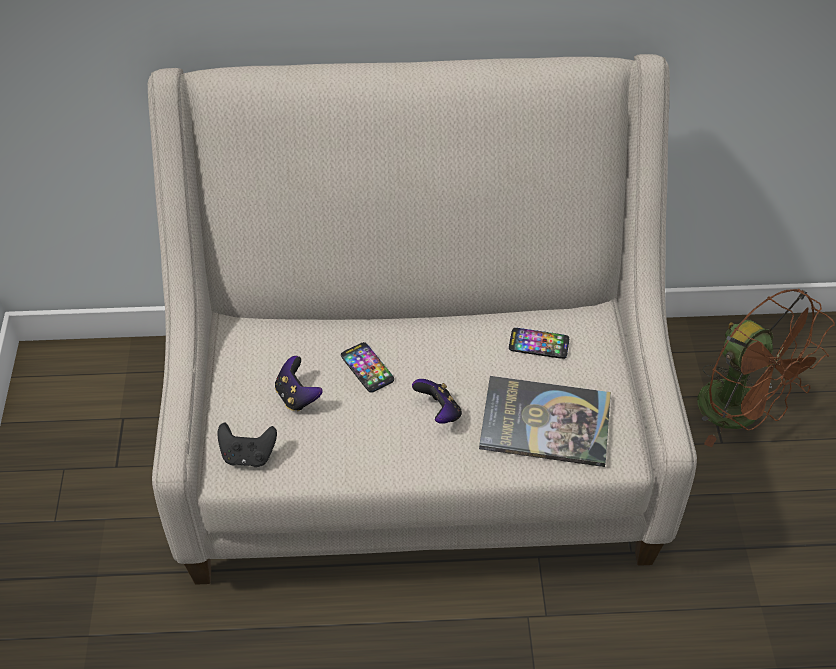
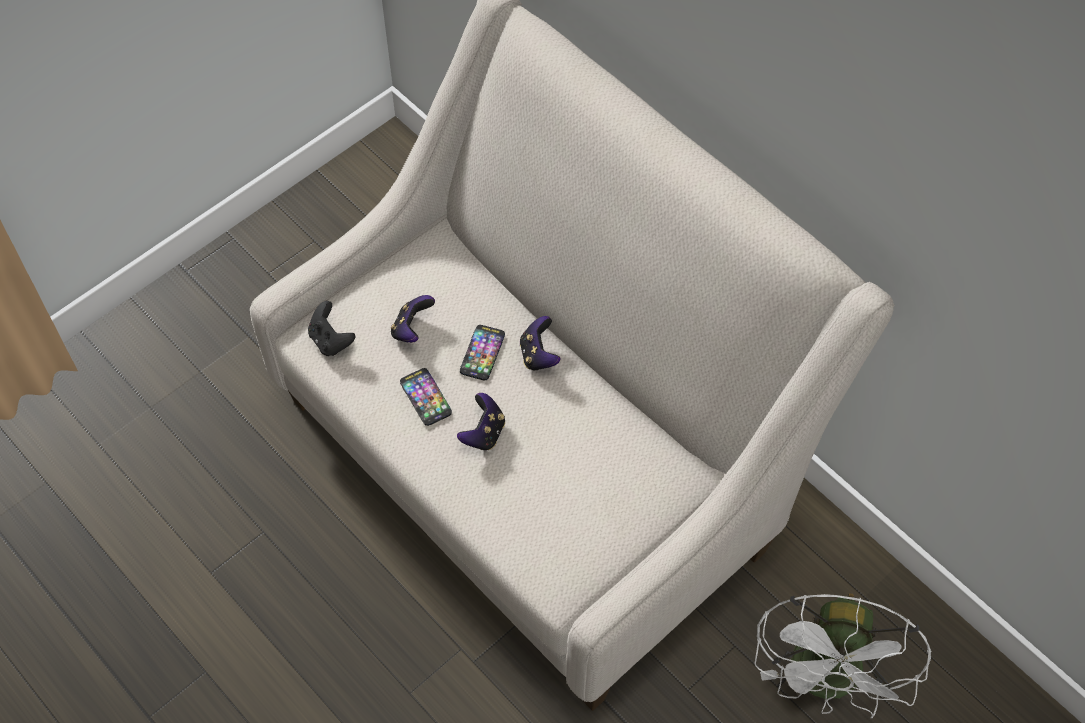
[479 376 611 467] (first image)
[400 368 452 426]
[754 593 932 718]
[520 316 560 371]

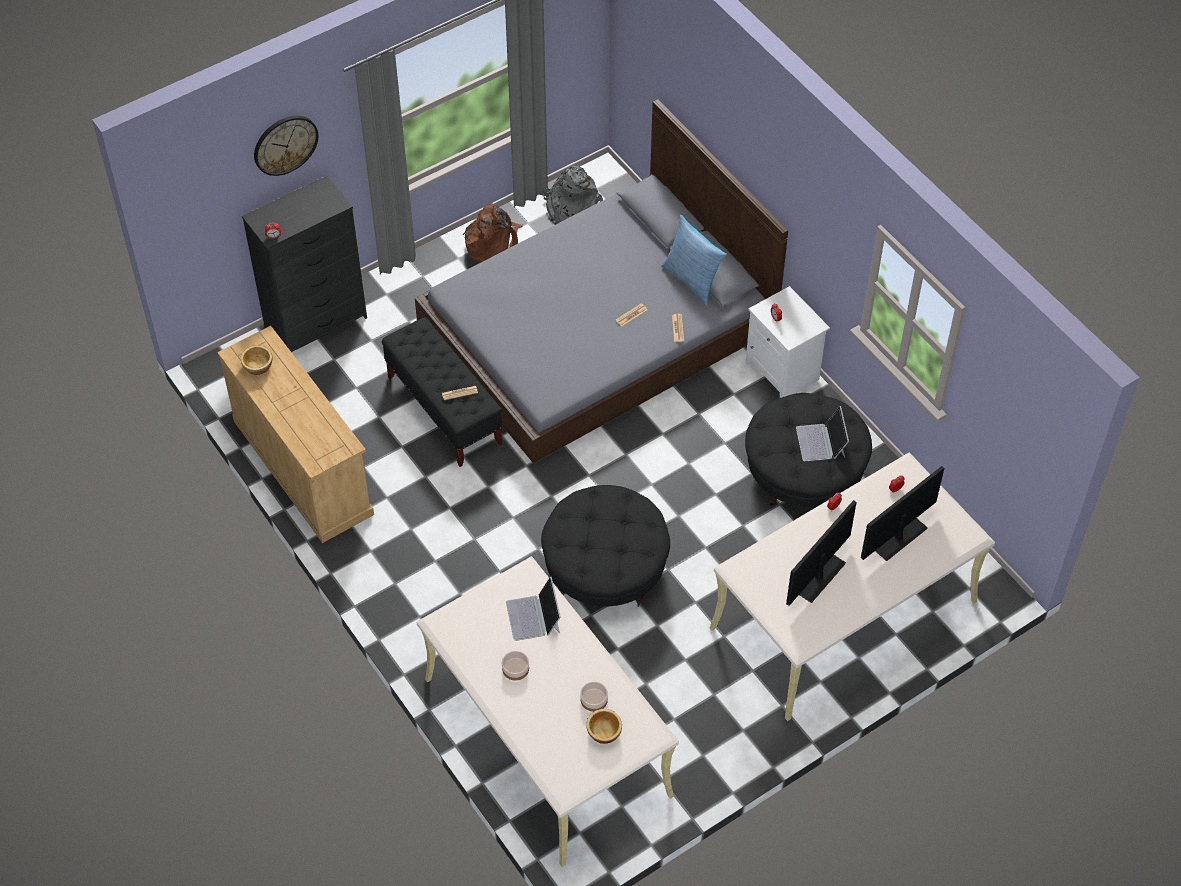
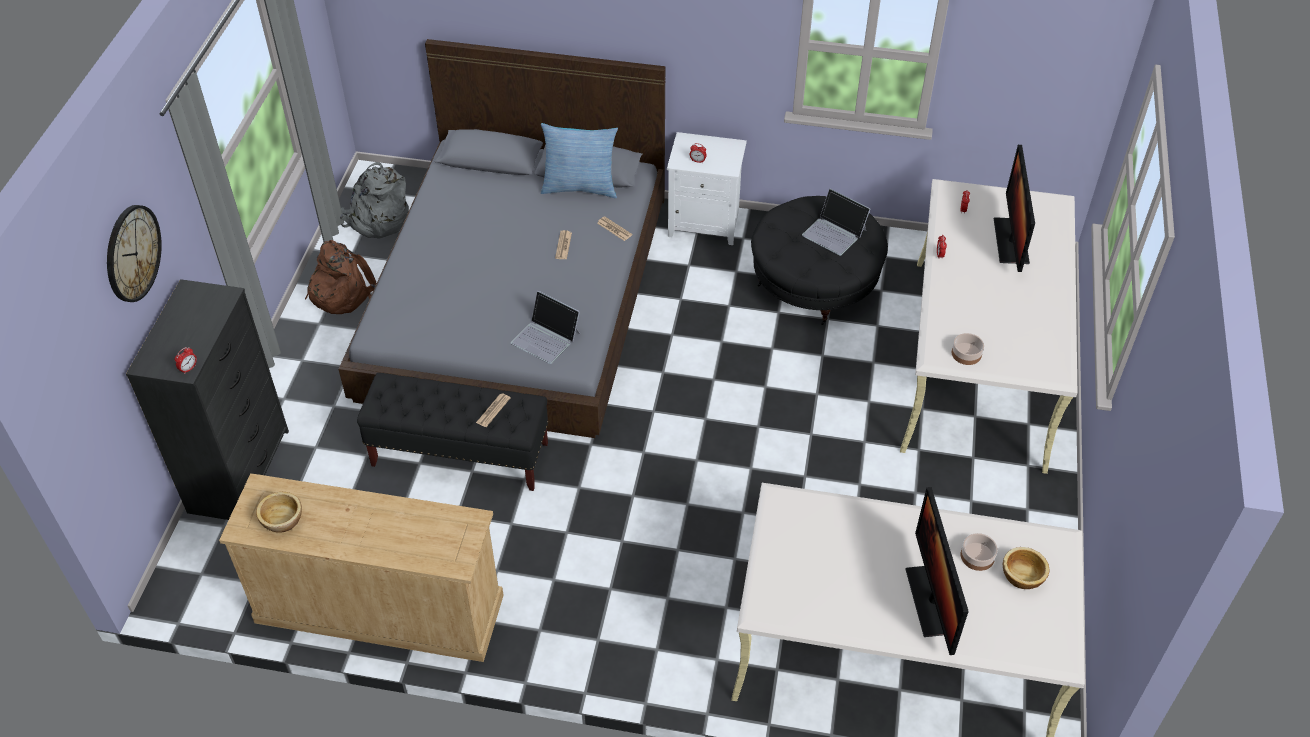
[952 333 984 365]
[511 291 580 364]
[541 485 670 607] (first image)
[905 487 969 655]

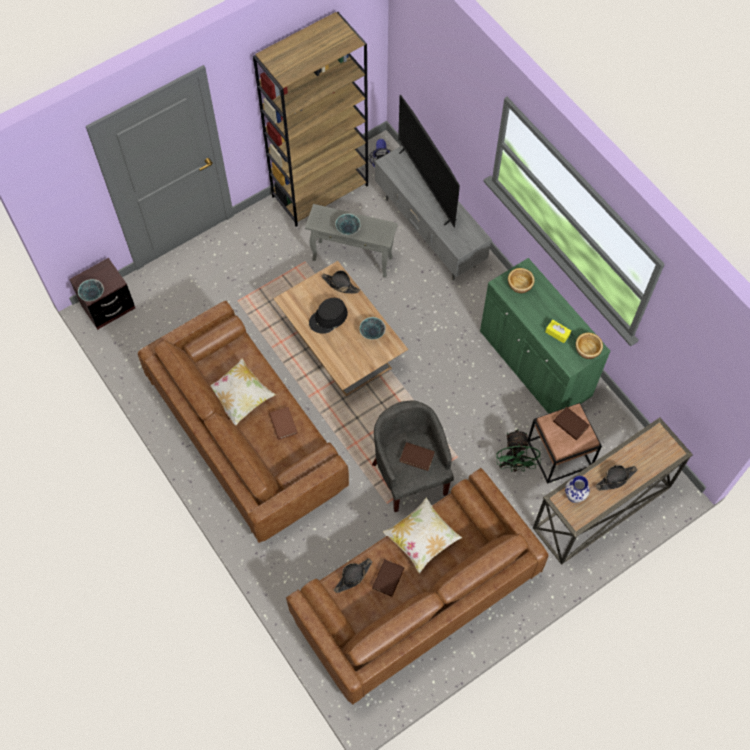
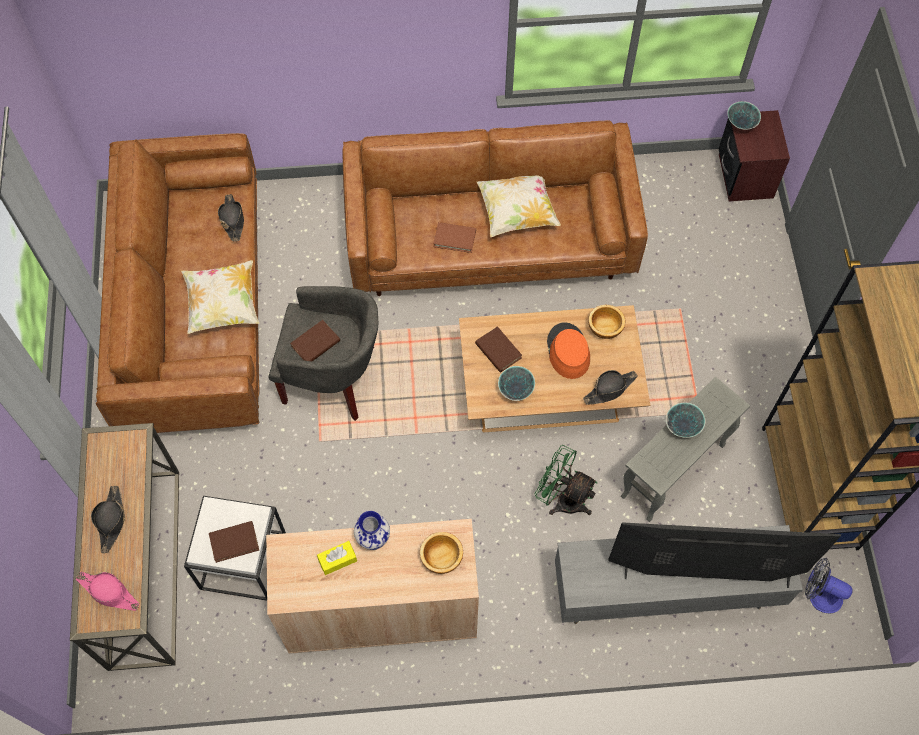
[547 322 590 379]
[475 326 522 373]
[266 519 479 654]
[535 445 597 515]
[184 496 286 601]
[354 511 390 550]
[588 305 625 339]
[76 571 140 611]

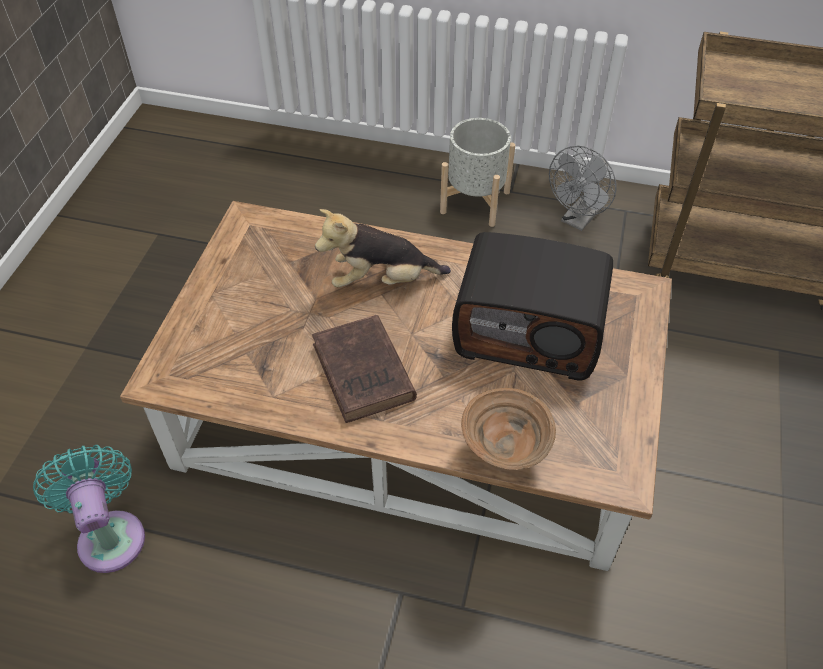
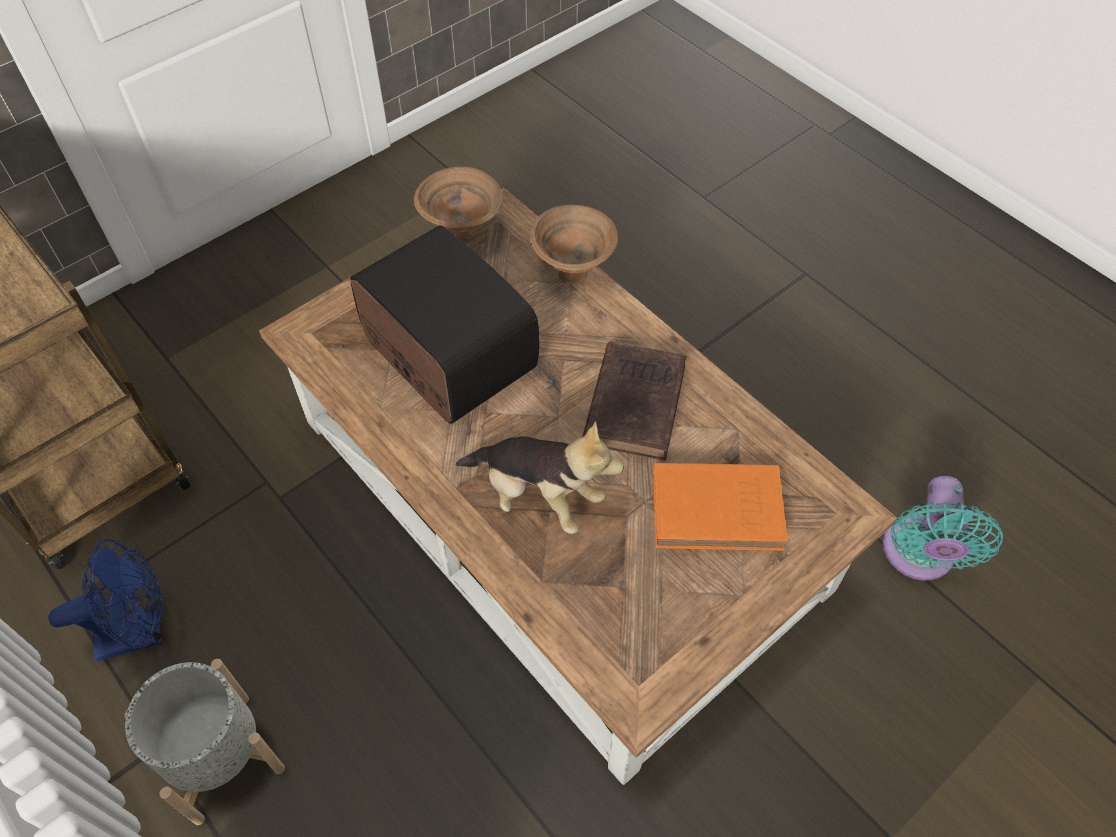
[48 538 163 661]
[414 167 503 243]
[653 463 787 551]

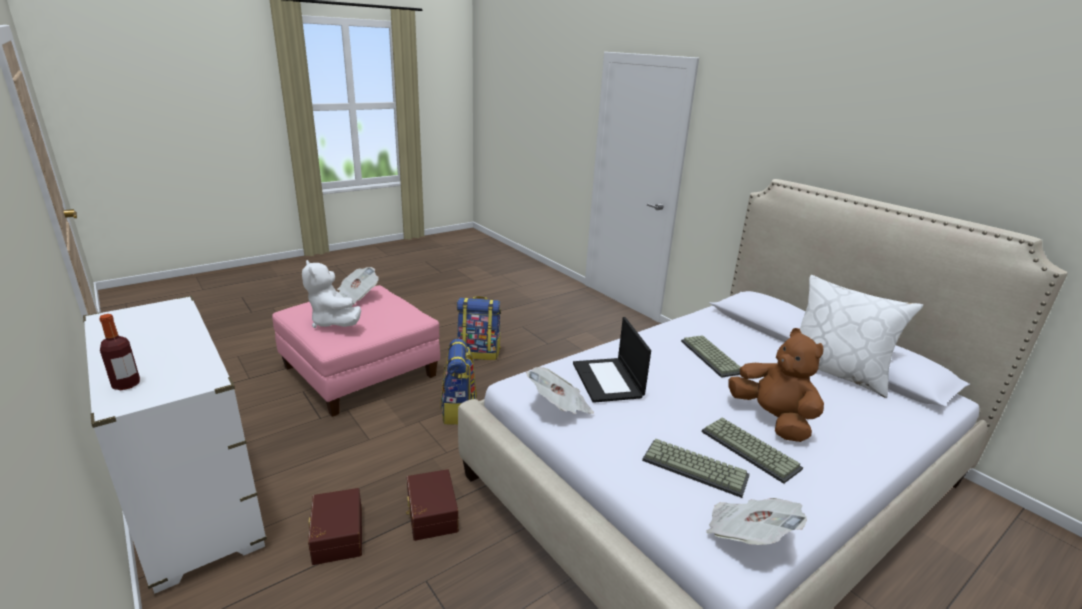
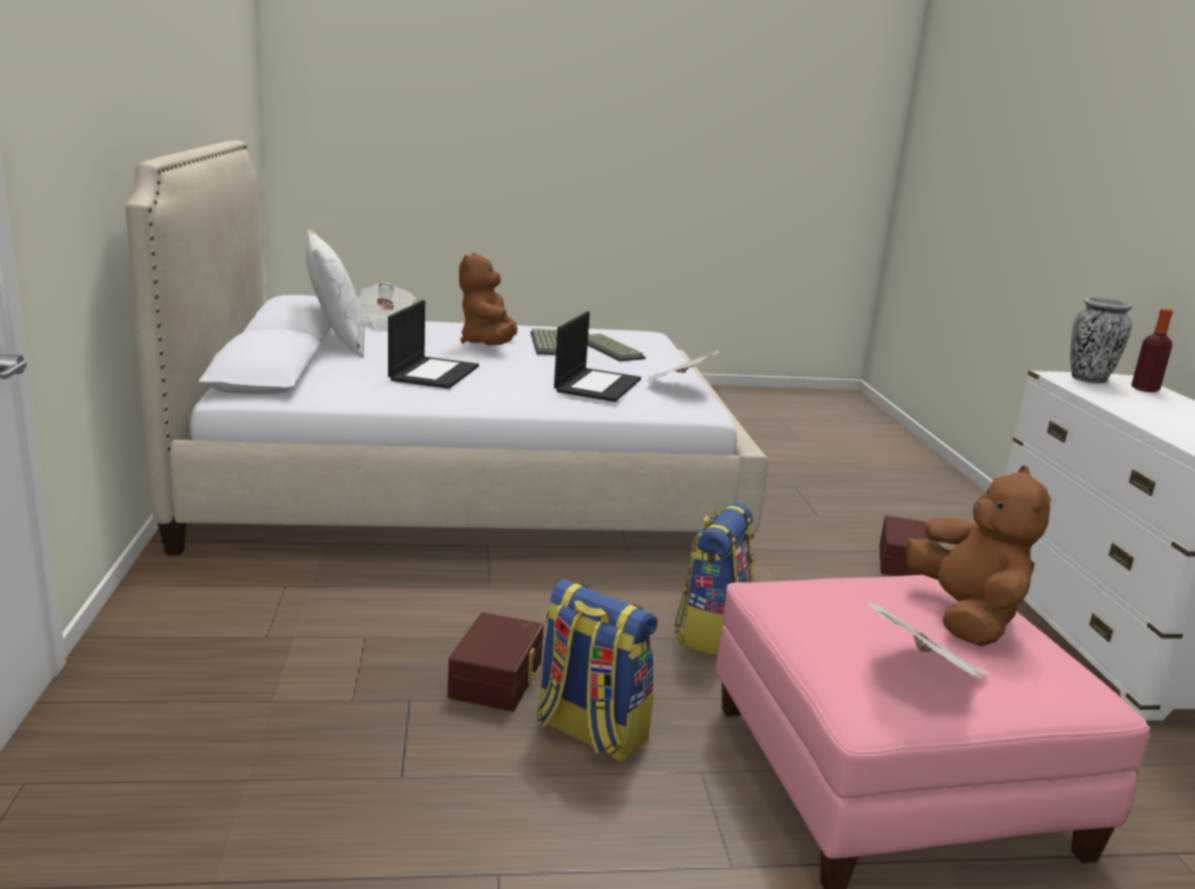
[905 465 1050 647]
[448 612 544 711]
[388 300 479 389]
[358 282 417 332]
[1070 297 1132 383]

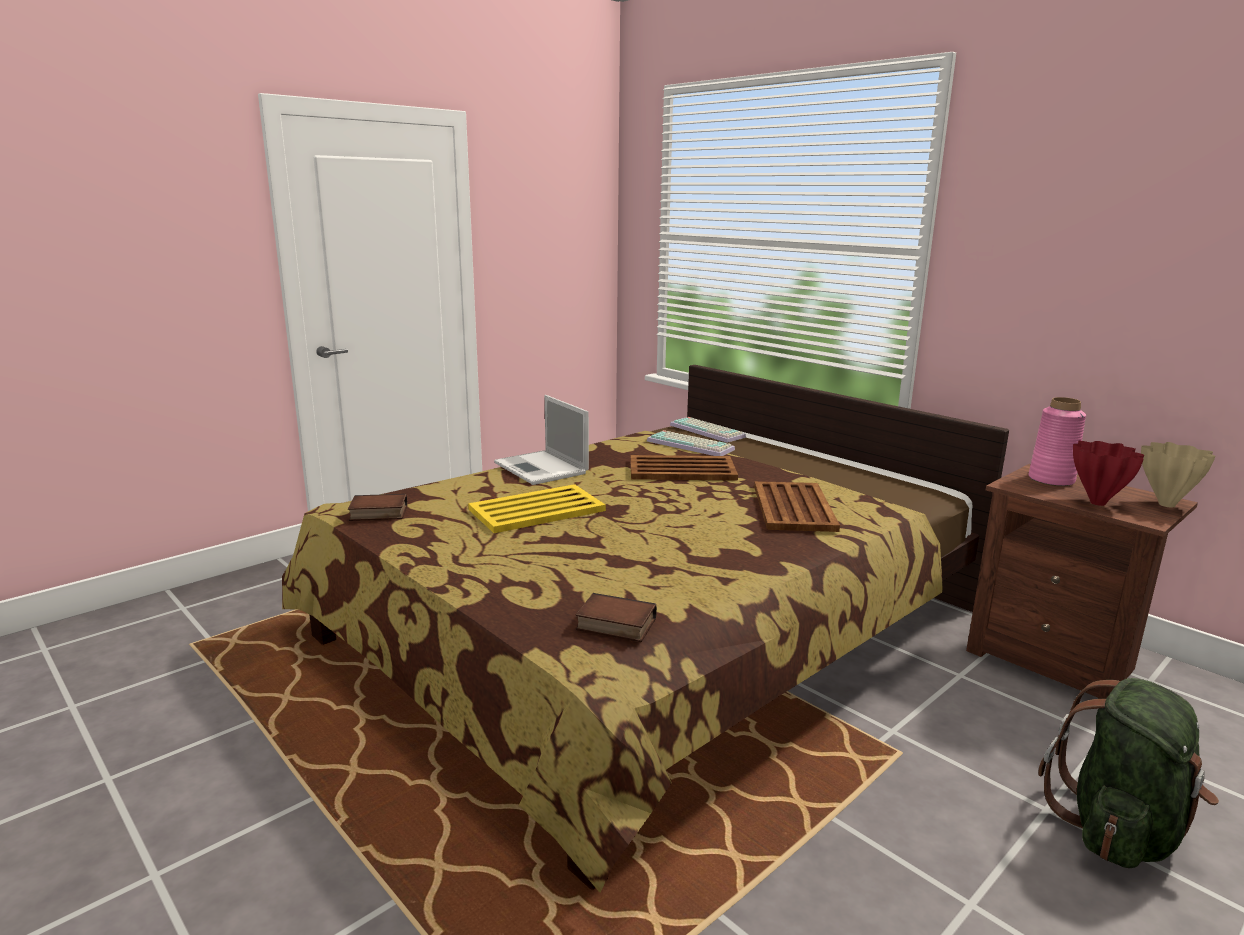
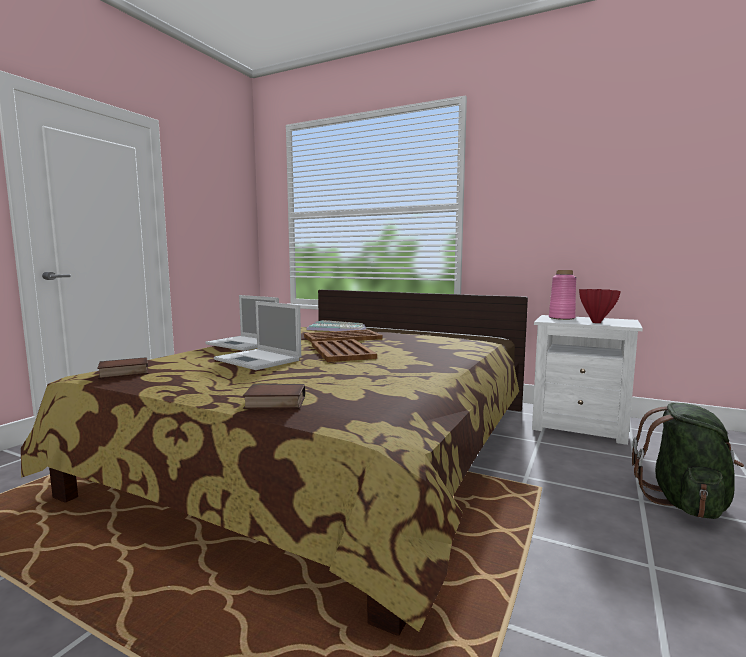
[214 301 301 370]
[243 384 305 409]
[312 339 377 362]
[532 315 643 445]
[1141 442 1215 507] (first image)

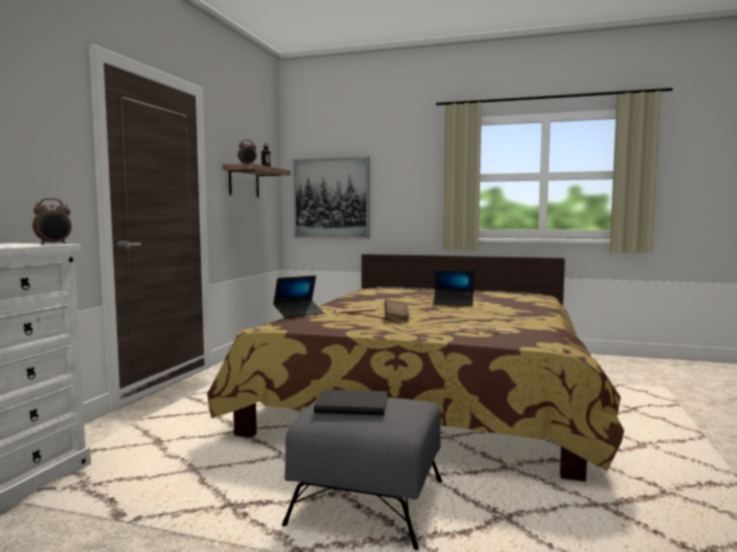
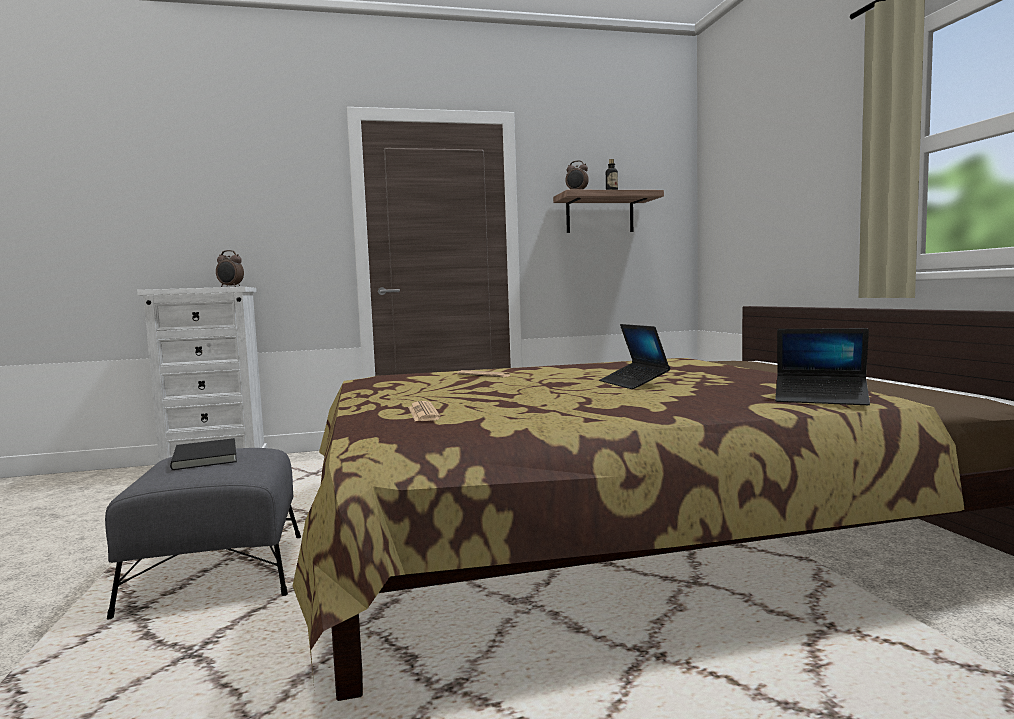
[775 328 870 405]
[293 157 369 239] (first image)
[384 299 409 322] (first image)

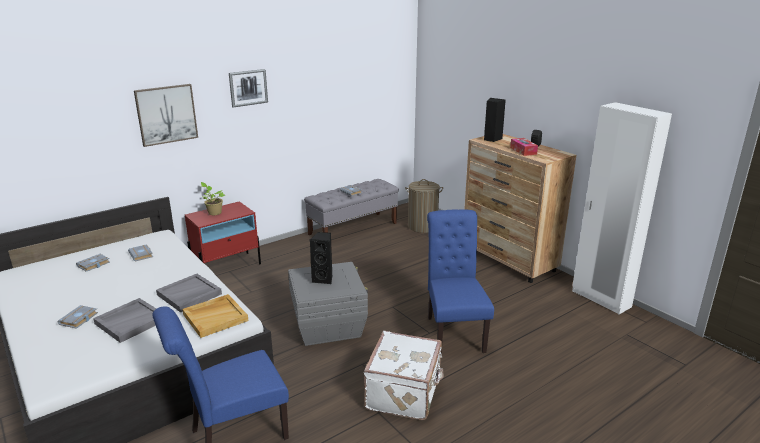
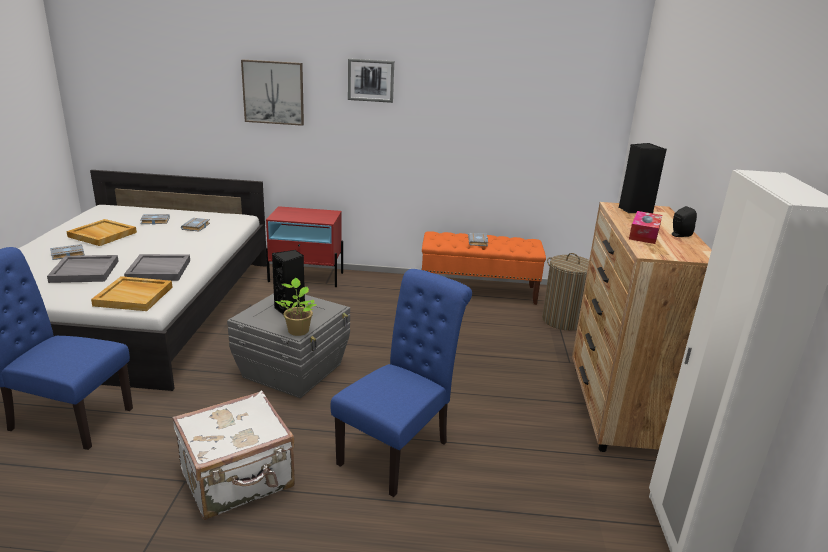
[275 278 317 336]
[421 231 546 305]
[67 219 137 246]

